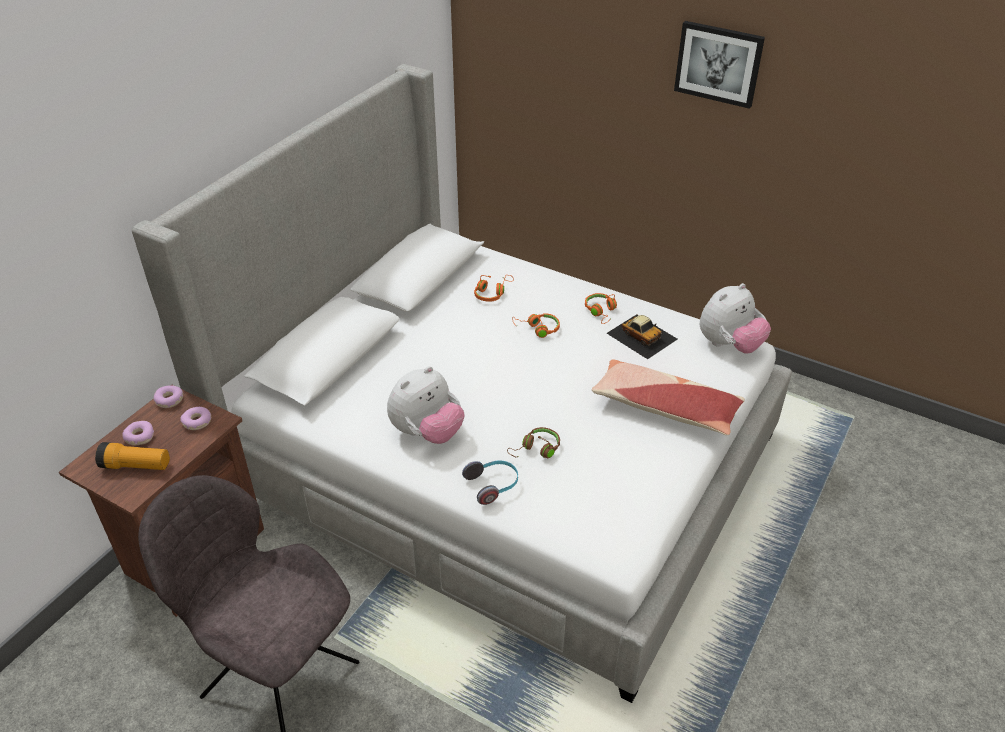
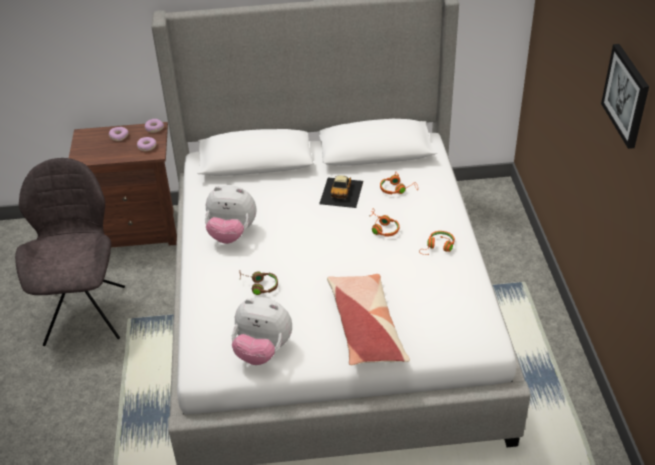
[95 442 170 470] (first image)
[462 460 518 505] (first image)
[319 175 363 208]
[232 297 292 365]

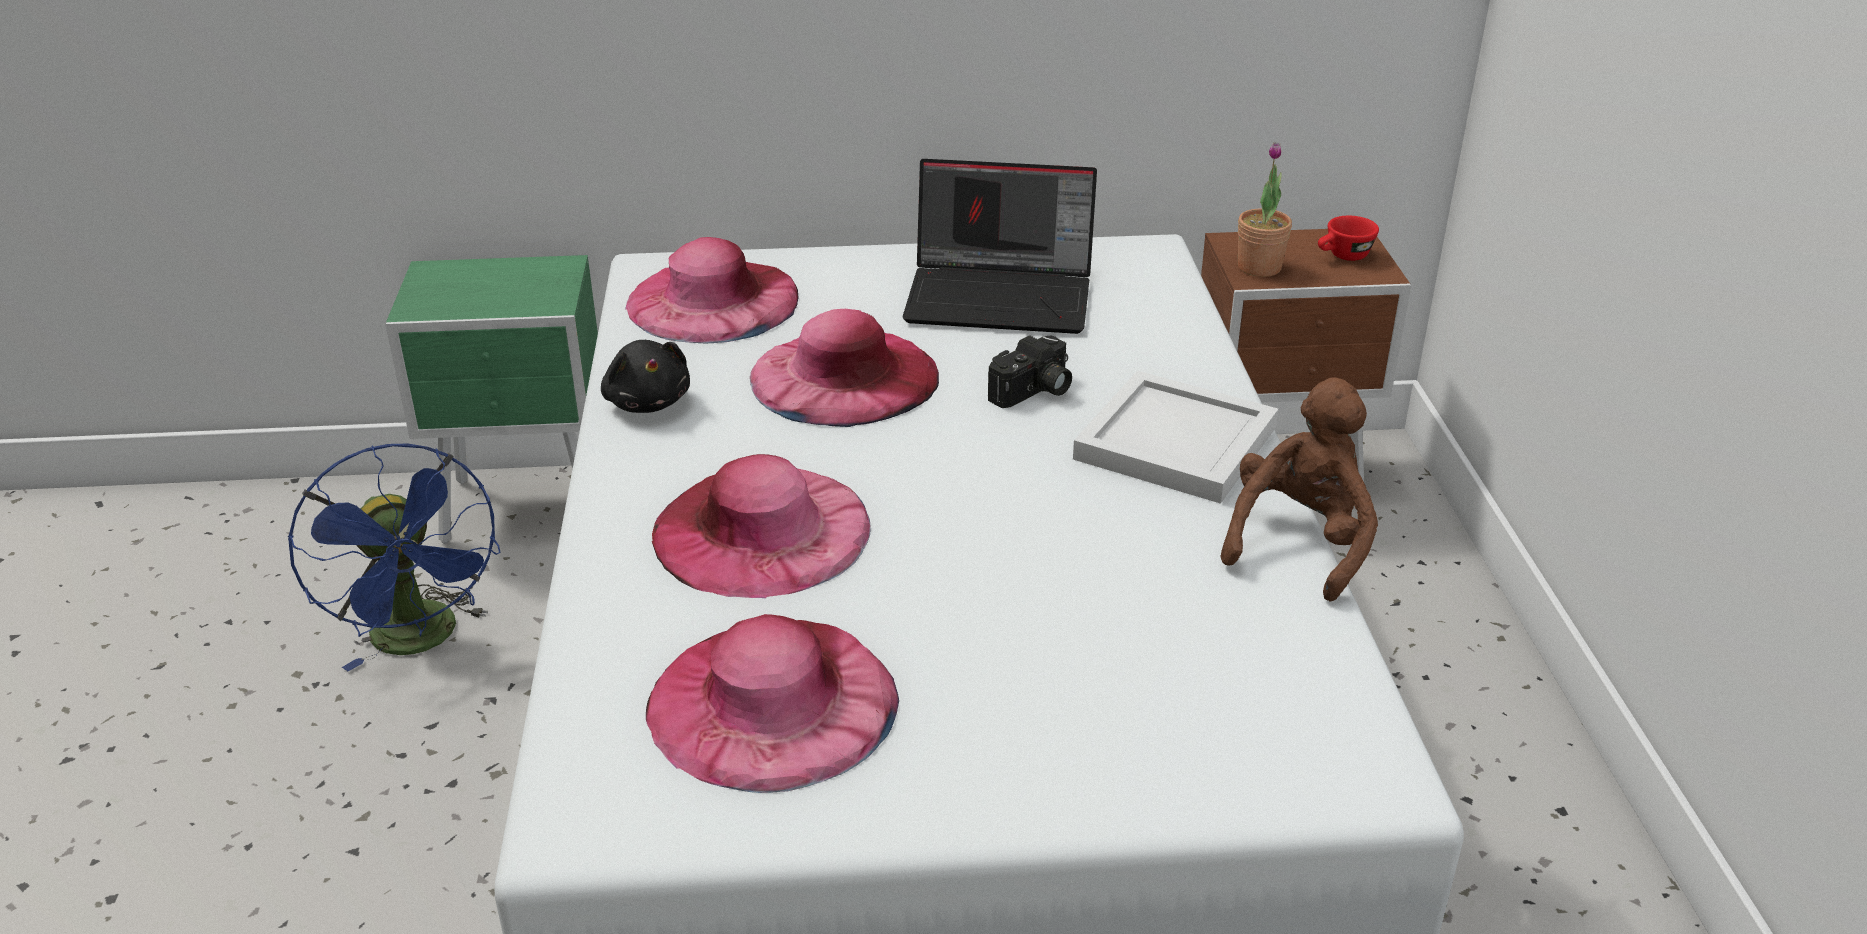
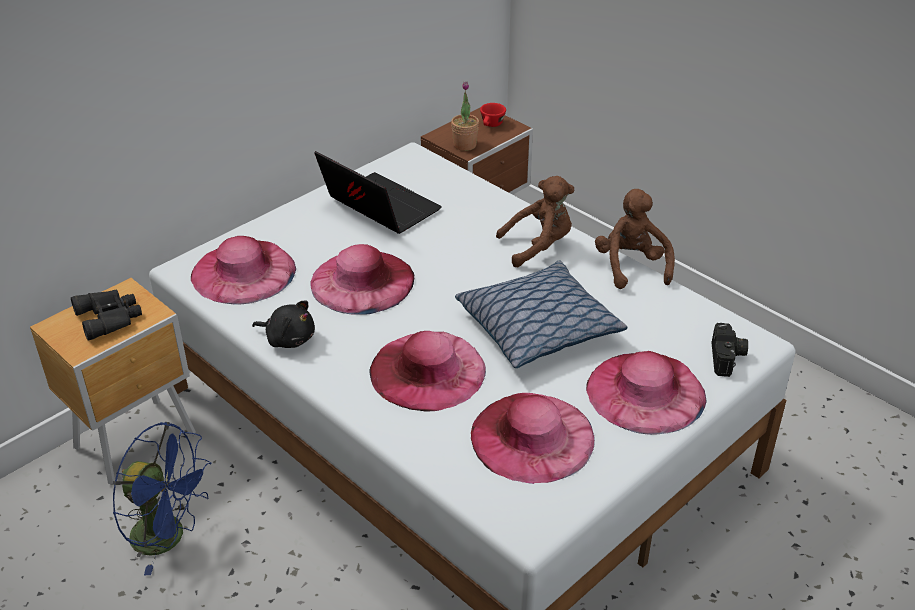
[30 278 196 485]
[314 151 442 234]
[712 323 748 377]
[496 176 575 267]
[71 289 142 340]
[455 260 627 368]
[586 351 706 435]

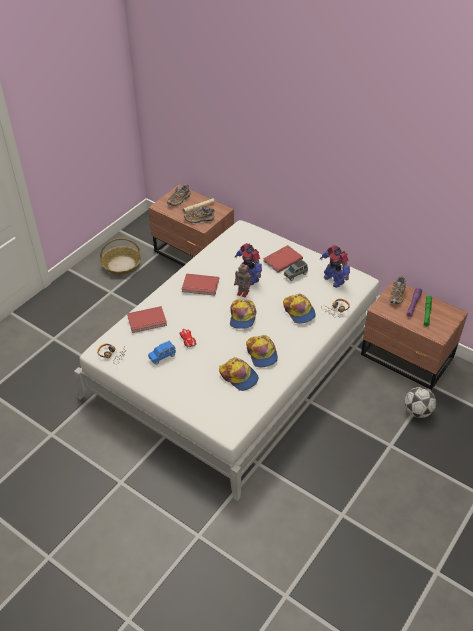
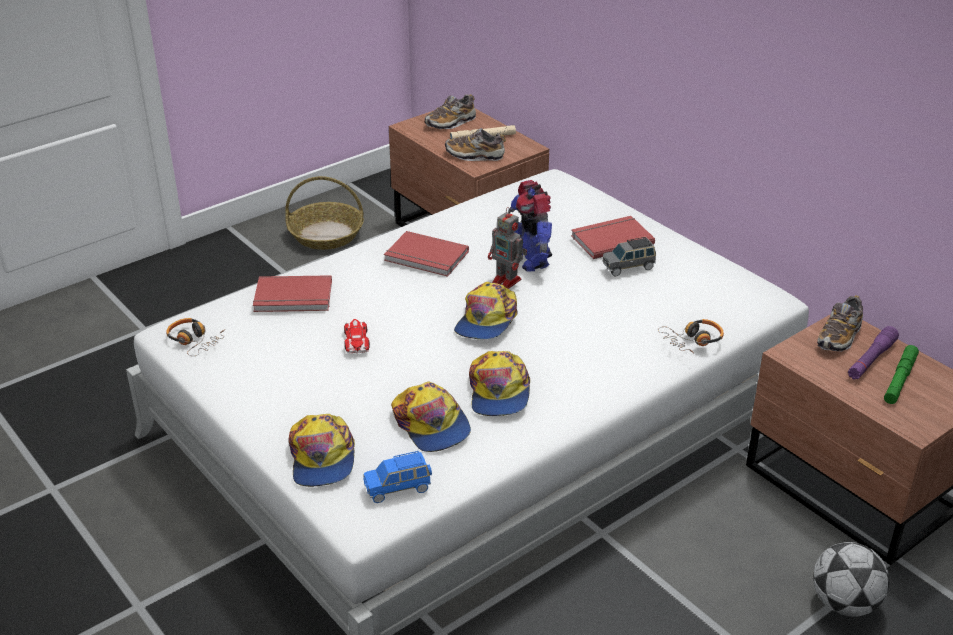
[363 451 432 503]
[288 414 355 487]
[320 245 350 288] (first image)

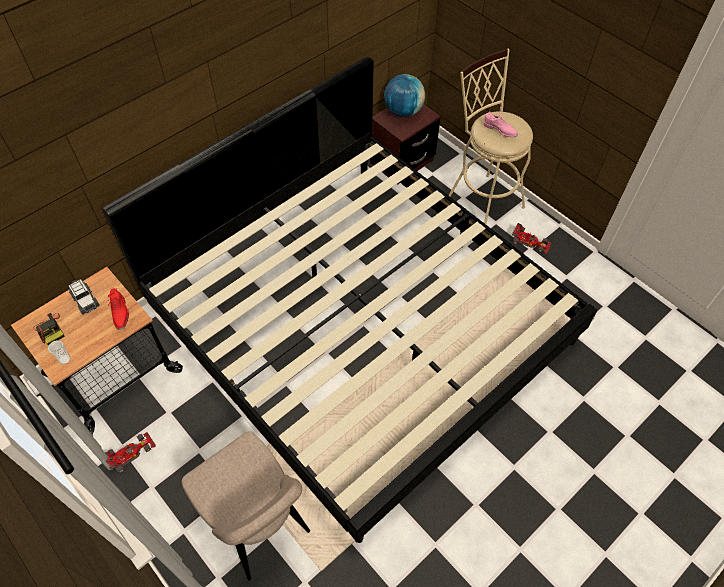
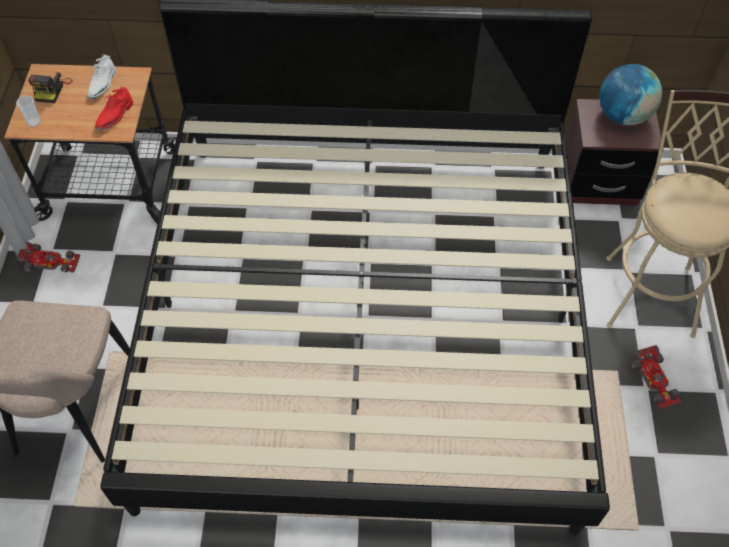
[88 54 116 99]
[483 112 518 137] (first image)

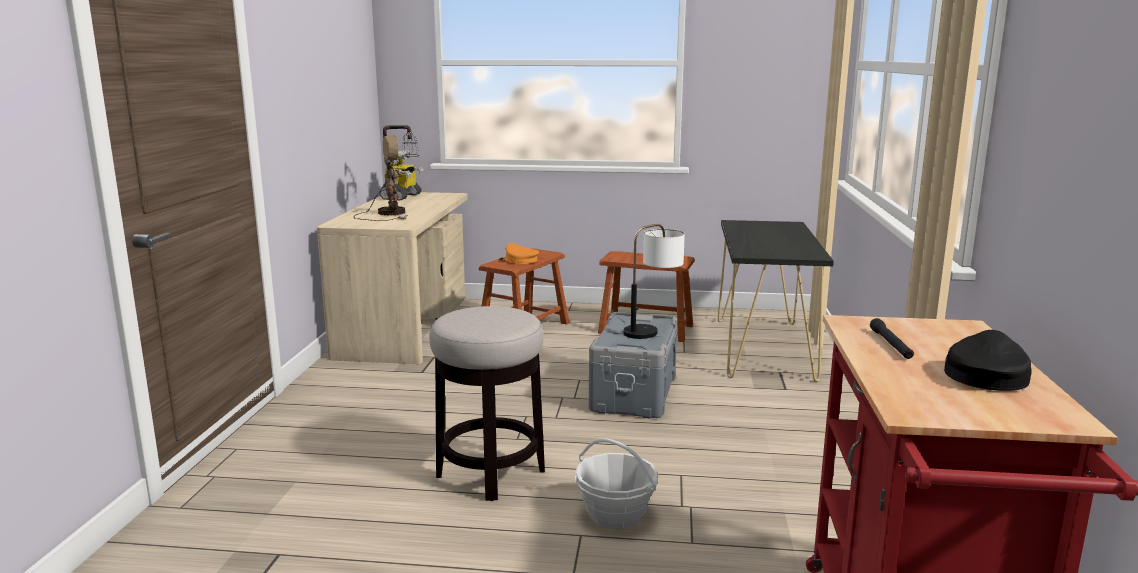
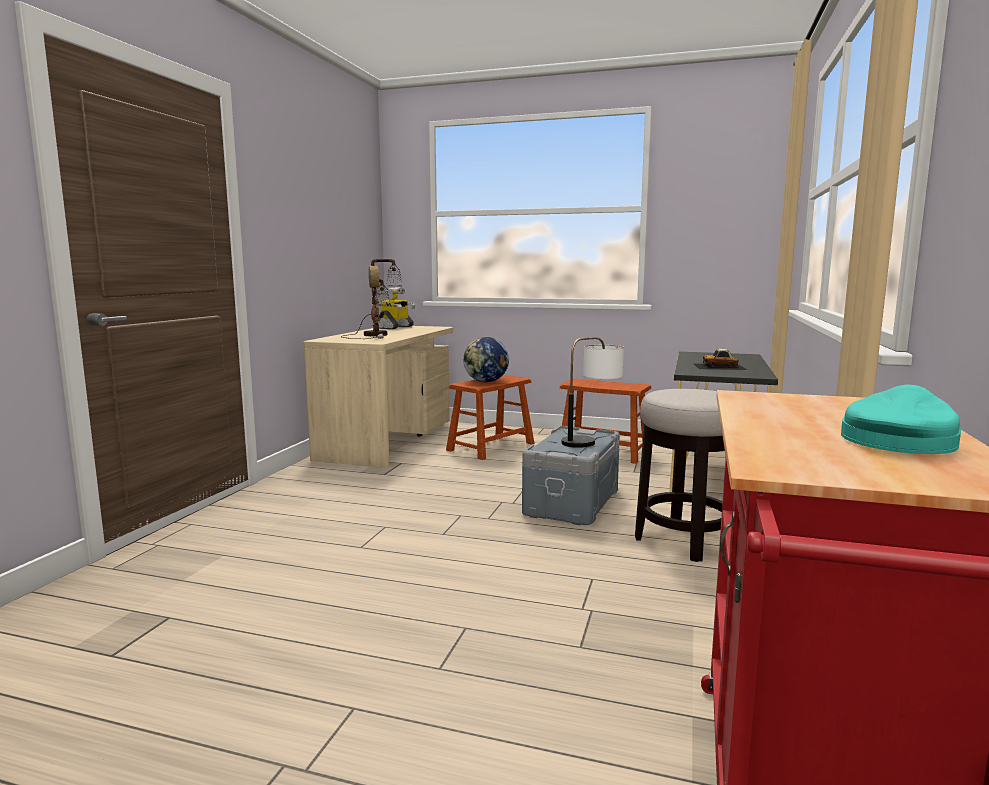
[635 389 725 562]
[463 337 509 382]
[575 438 658 529] (first image)
[870 318 914 359] (first image)
[841 385 961 454]
[693 349 747 370]

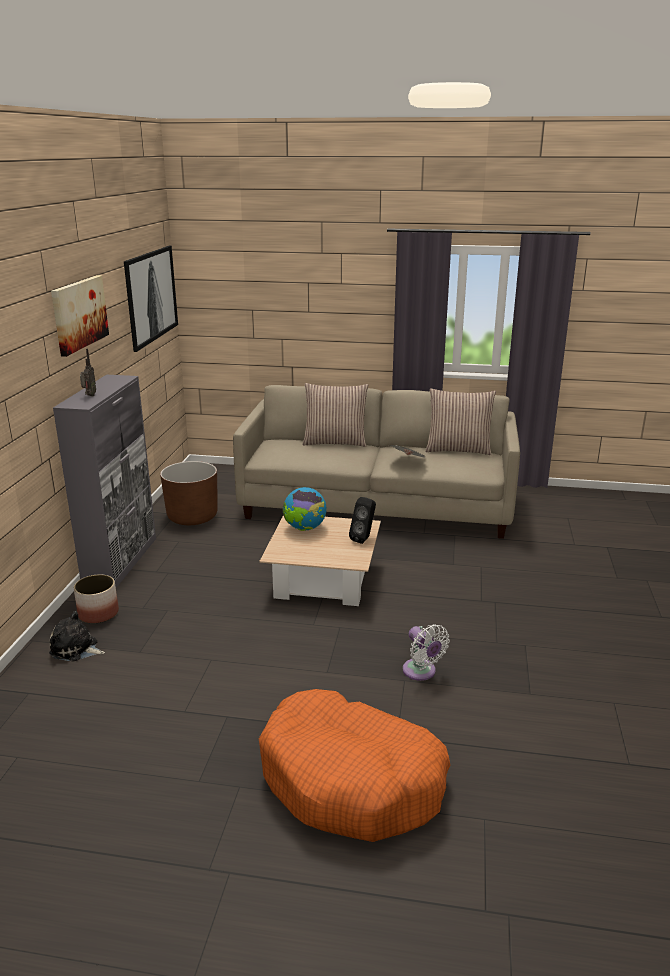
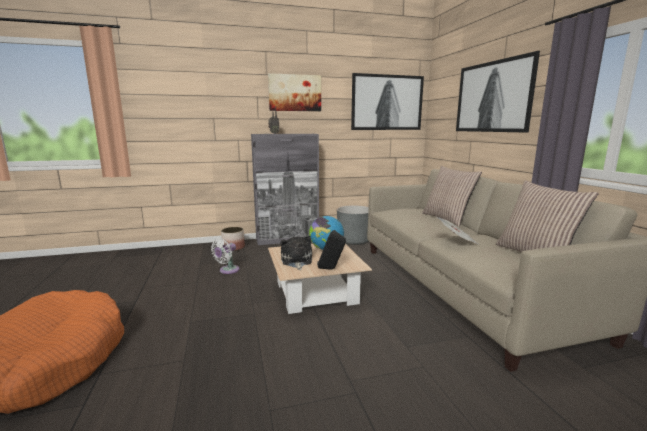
[280 235 312 270]
[337 205 369 245]
[211 238 240 274]
[456 51 540 133]

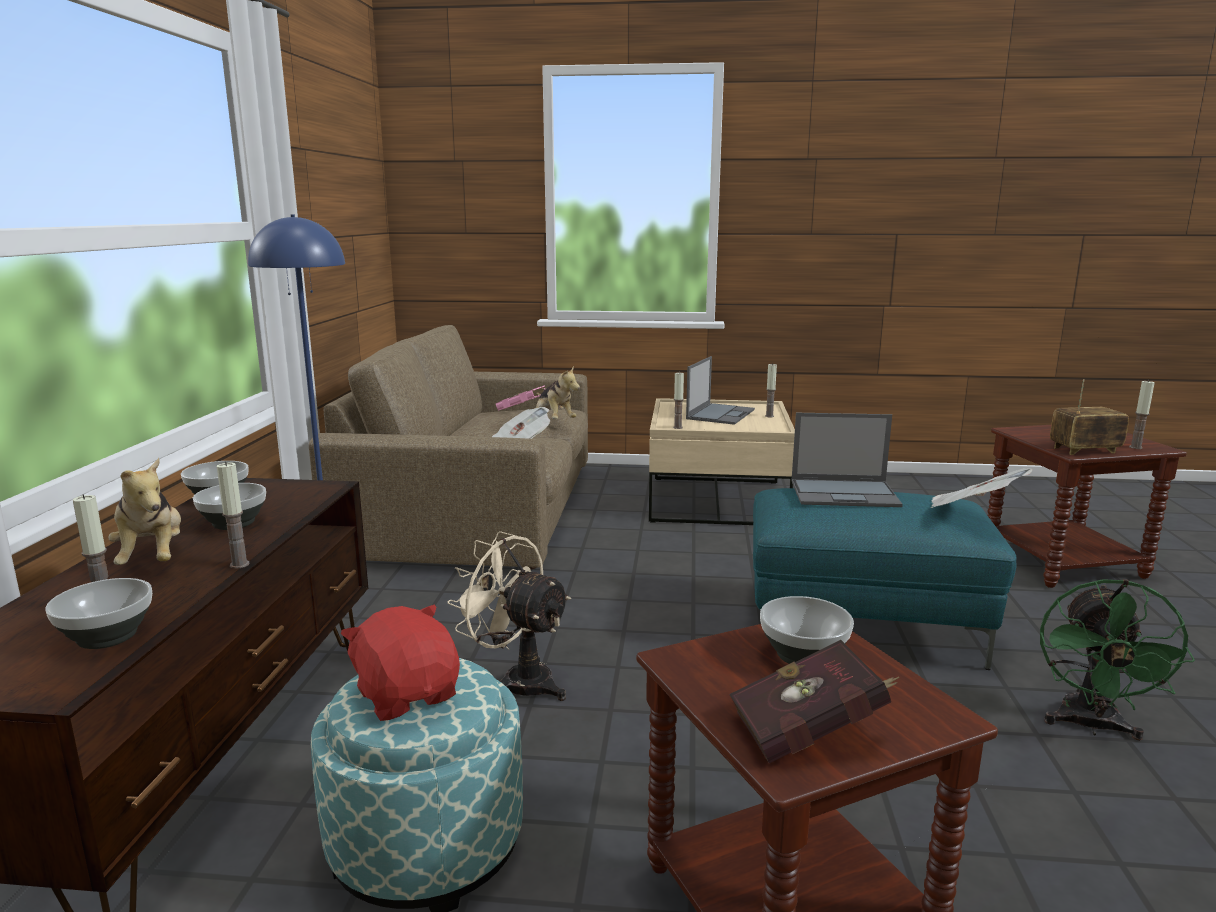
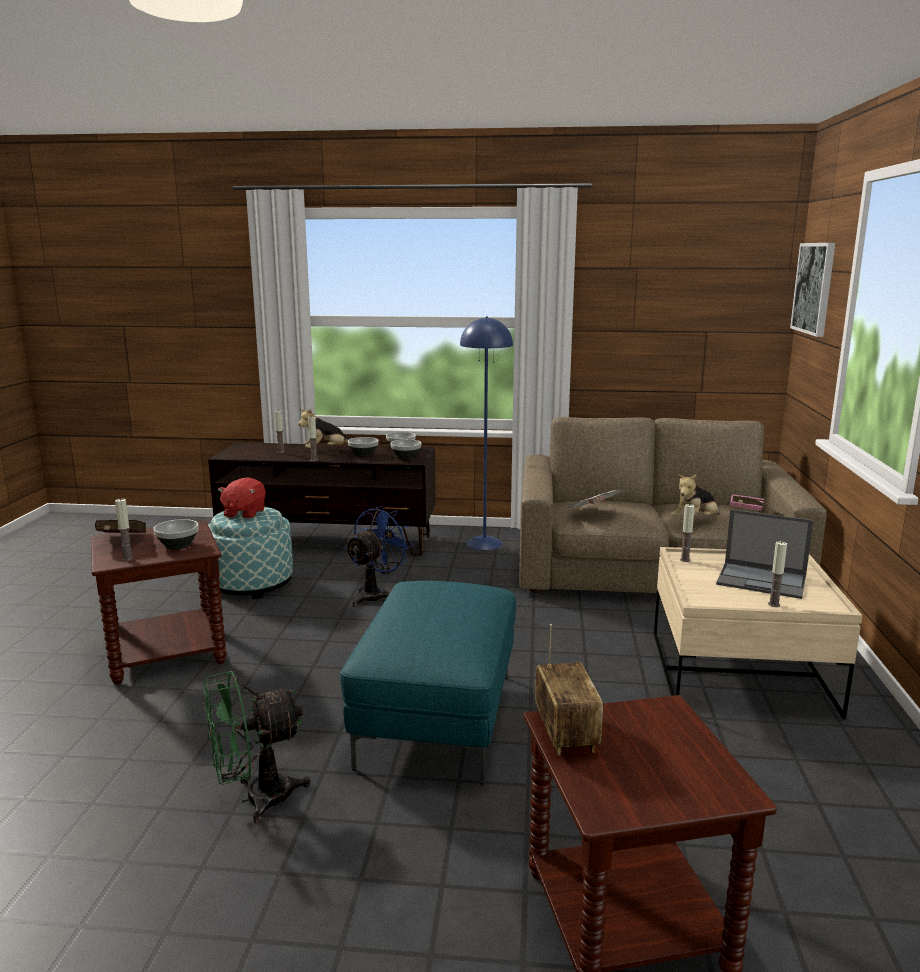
[390 439 422 460]
[218 477 266 519]
[344 506 414 607]
[791 413 903 507] (first image)
[931 468 1032 508] (first image)
[203 671 311 824]
[115 498 134 561]
[790 243 835 337]

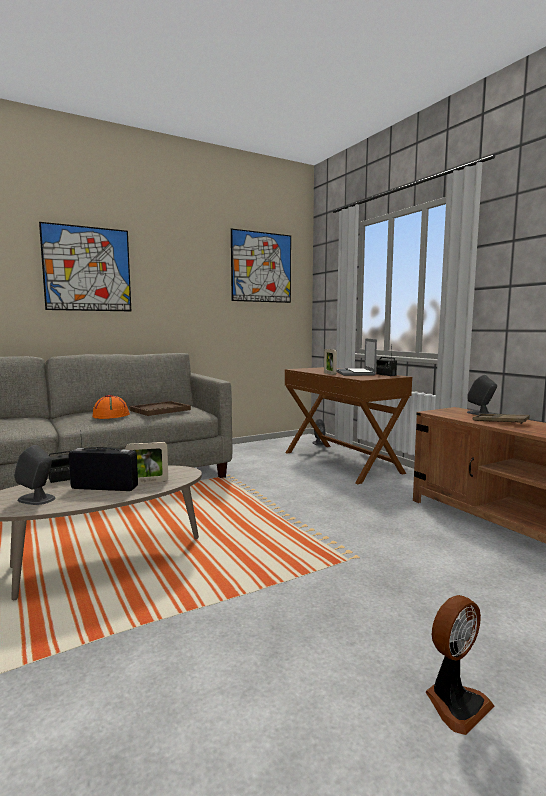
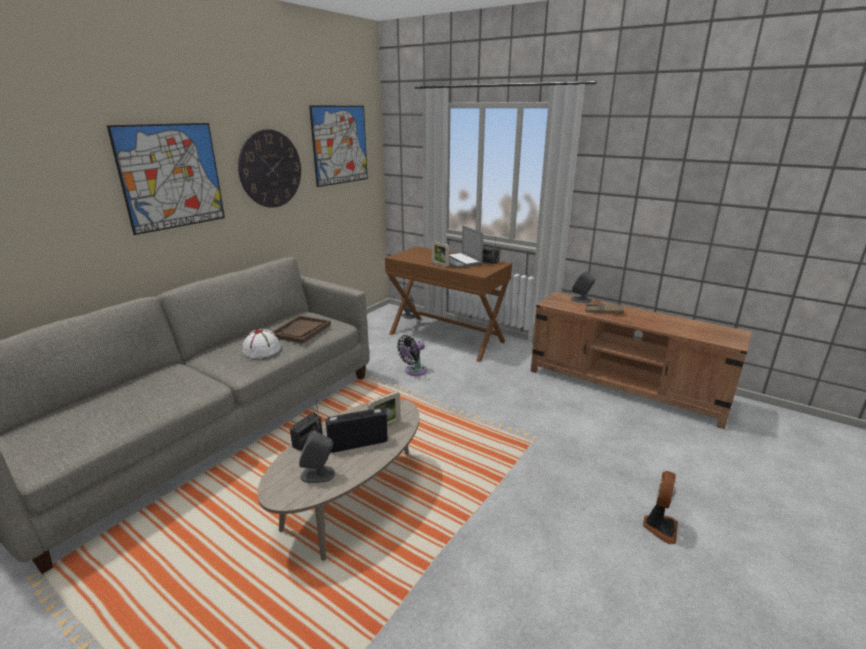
[243 329 281 358]
[238 129 301 208]
[397 335 427 376]

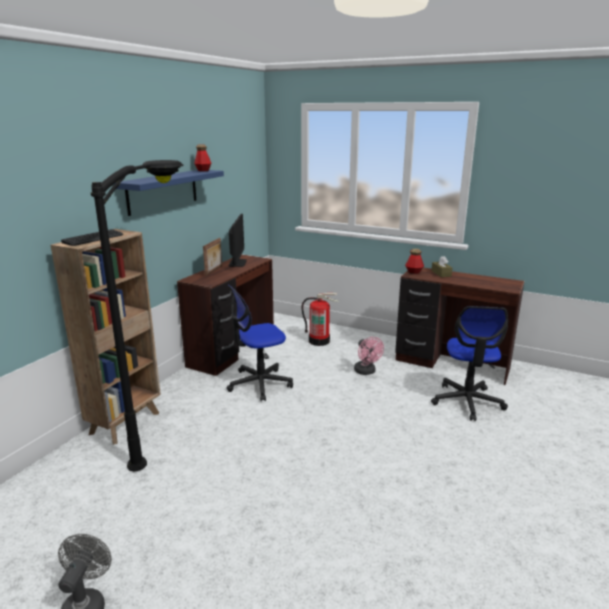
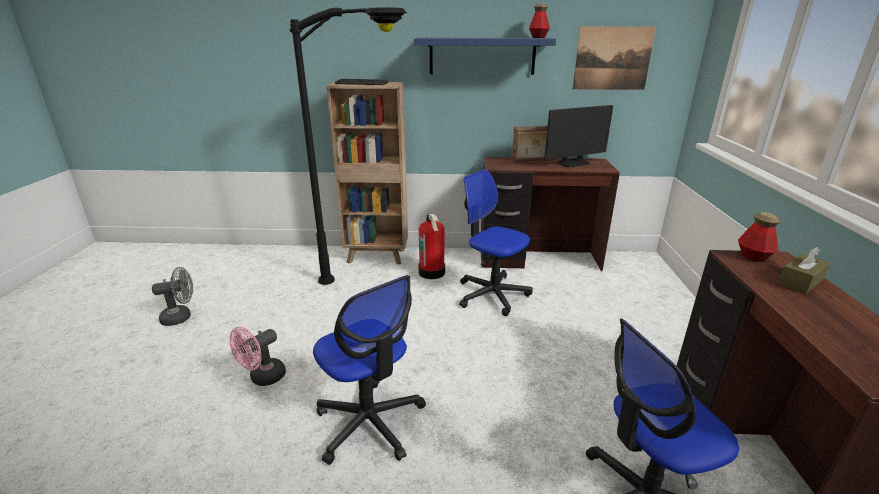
[418 213 445 279]
[230 327 286 386]
[313 275 426 465]
[573 27 656 90]

